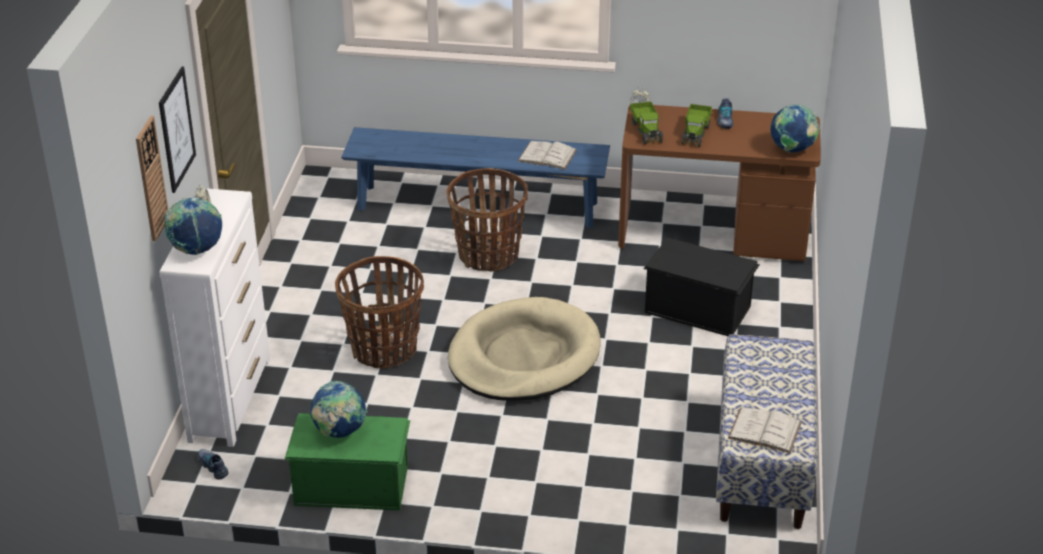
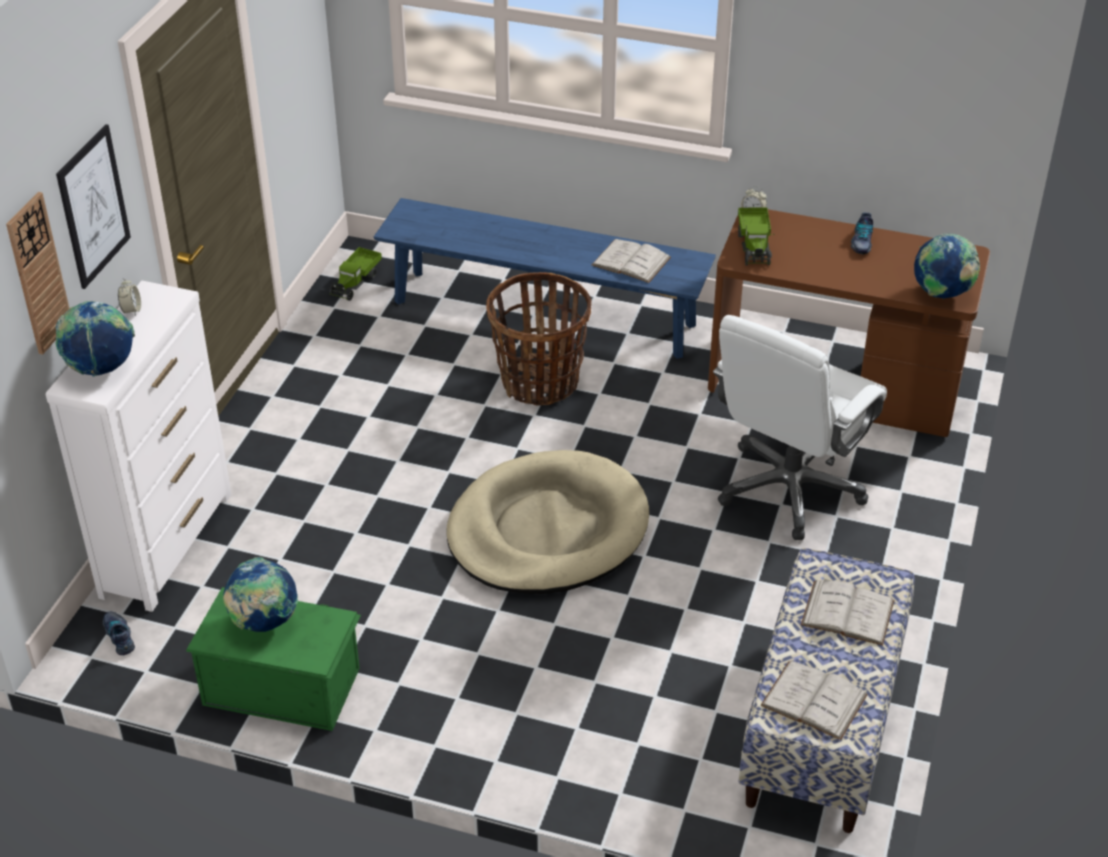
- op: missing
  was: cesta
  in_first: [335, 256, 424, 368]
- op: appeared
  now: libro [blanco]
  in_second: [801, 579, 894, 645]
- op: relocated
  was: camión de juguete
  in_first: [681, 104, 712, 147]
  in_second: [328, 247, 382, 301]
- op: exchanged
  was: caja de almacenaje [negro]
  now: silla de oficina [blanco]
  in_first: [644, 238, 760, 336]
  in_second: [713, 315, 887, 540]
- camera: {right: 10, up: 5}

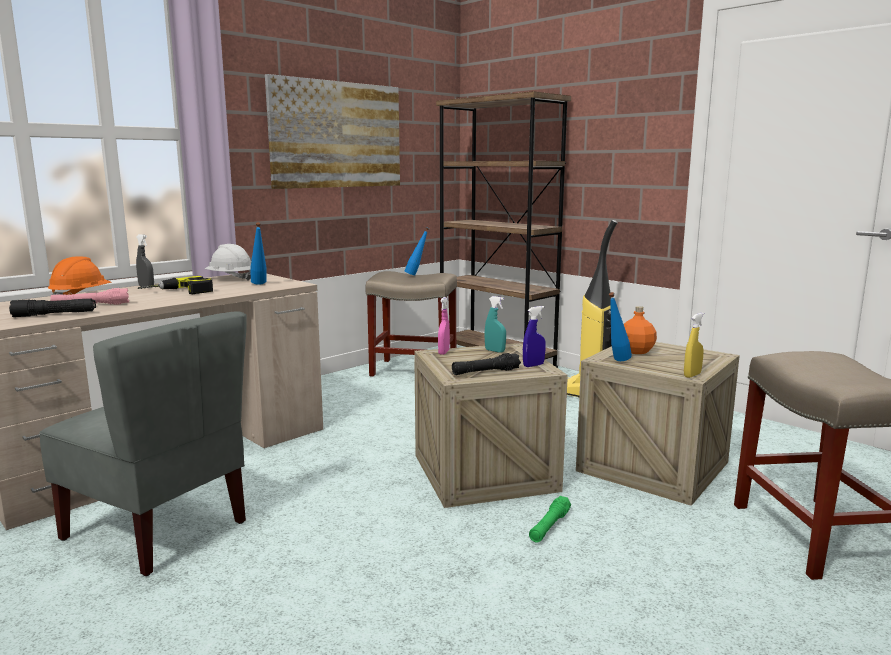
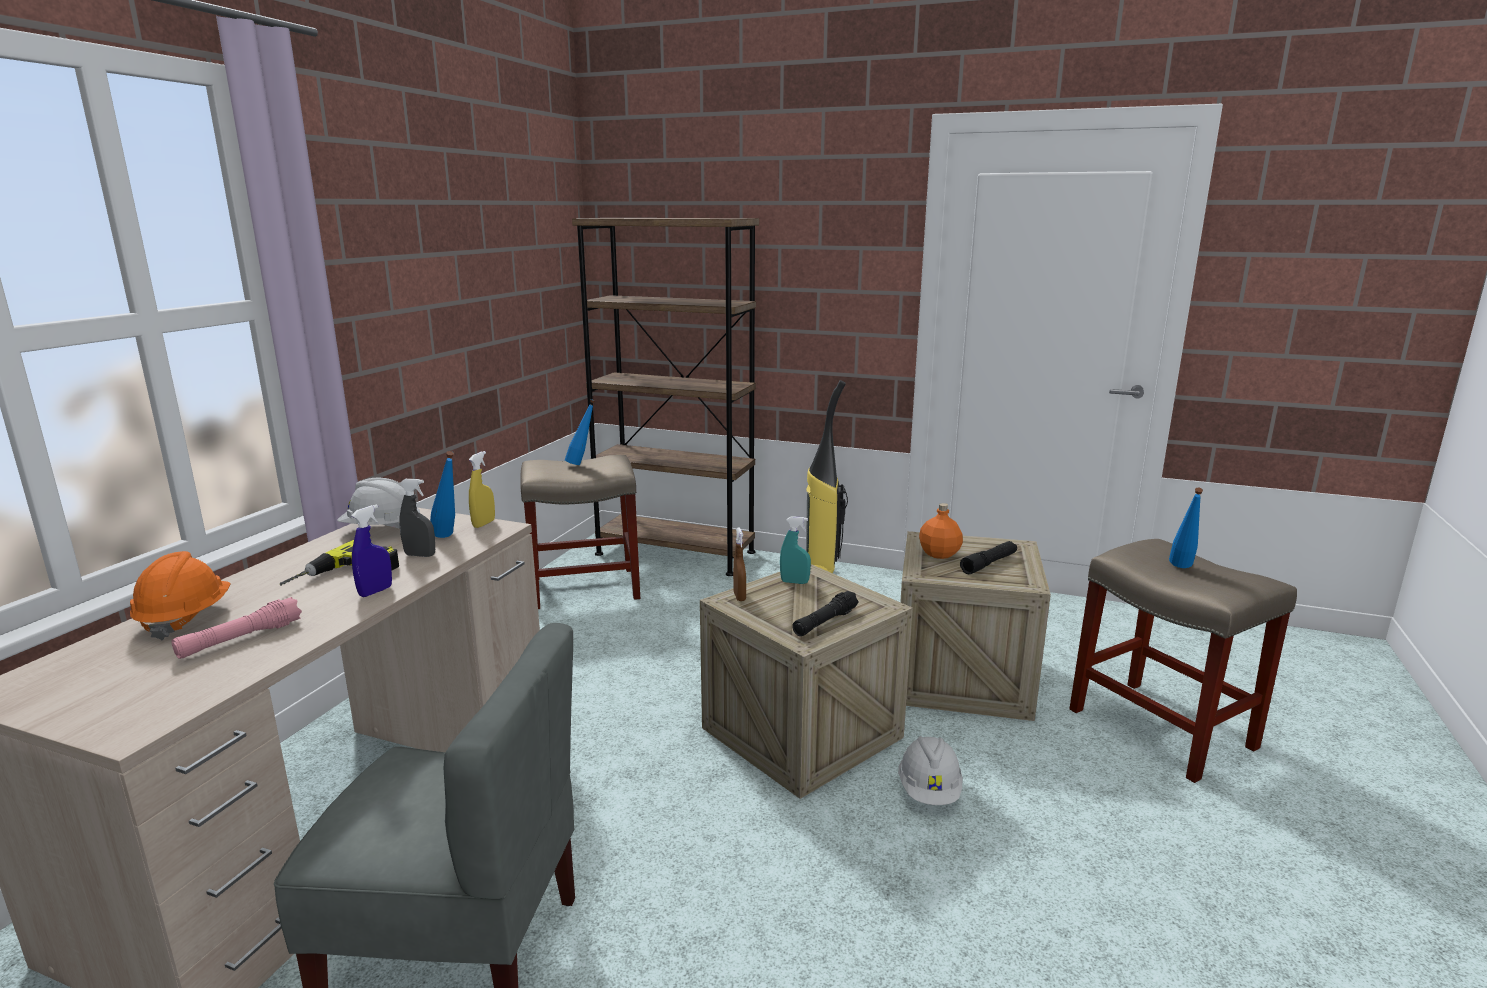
- op: missing
  was: cuadro
  in_first: [265, 74, 400, 189]
- op: relocated
  was: linterna [negro]
  in_first: [9, 299, 96, 317]
  in_second: [960, 541, 1017, 574]
- op: relocated
  was: pulverizador [gris]
  in_first: [136, 234, 154, 288]
  in_second: [399, 479, 435, 557]
- op: relocated
  was: pulverizador [azul]
  in_first: [523, 306, 546, 367]
  in_second: [351, 505, 392, 597]
- op: relocated
  was: botella [azul]
  in_first: [609, 292, 632, 361]
  in_second: [1169, 488, 1203, 568]
- op: relocated
  was: pulverizador [amarillo]
  in_first: [684, 313, 704, 378]
  in_second: [469, 451, 495, 528]
- op: exchanged
  was: linterna [verde]
  now: casco [blanco]
  in_first: [529, 496, 571, 543]
  in_second: [898, 736, 962, 805]
- op: colour
  was: pulverizador [rosa]
  now: pulverizador [marrón]
  in_first: [438, 297, 450, 355]
  in_second: [733, 527, 746, 601]
- camera: {right: -25, up: 5}

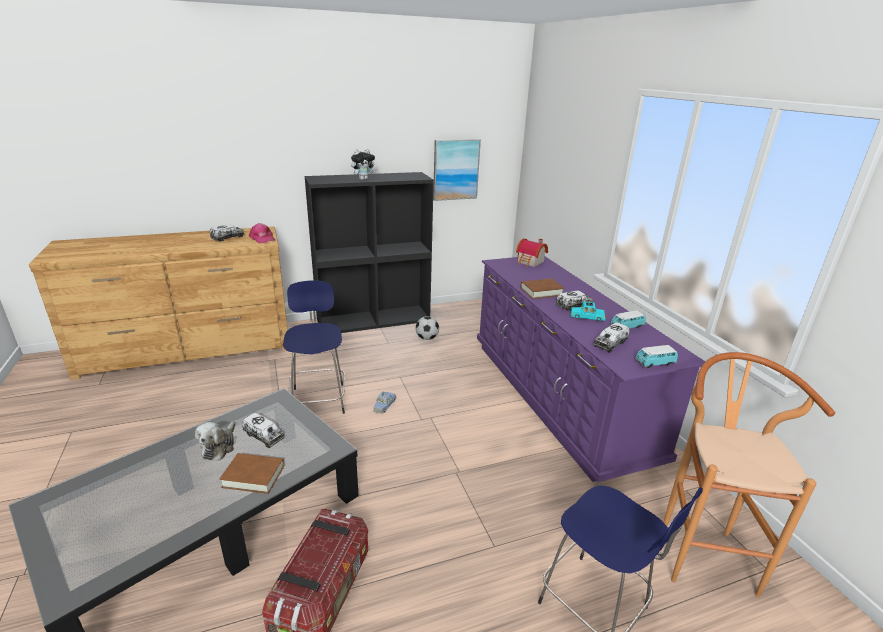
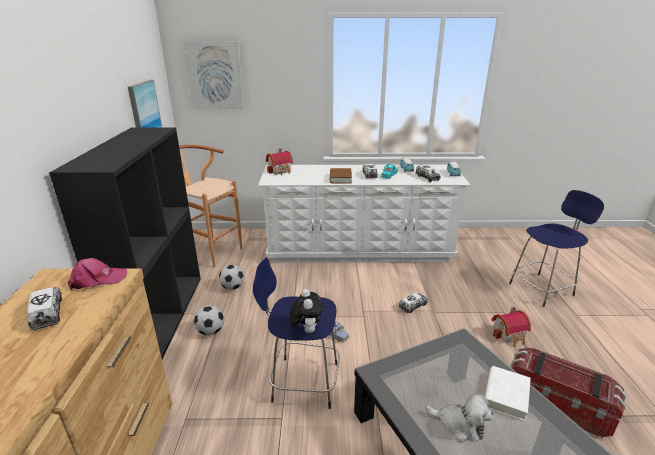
- op: appeared
  now: cuadro
  in_second: [183, 41, 244, 108]
- op: appeared
  now: balón de fútbol
  in_second: [194, 305, 224, 335]
- op: appeared
  now: casita
  in_second: [492, 307, 531, 347]
- op: relocated
  was: camión de juguete
  in_first: [242, 412, 284, 448]
  in_second: [399, 293, 428, 313]
- op: relocated
  was: peluche
  in_first: [351, 149, 377, 180]
  in_second: [290, 289, 323, 333]
- op: relocated
  was: taburete [marrón]
  in_first: [663, 352, 835, 597]
  in_second: [179, 145, 242, 267]
- op: colour
  was: libro [marrón]
  now: libro [blanco]
  in_first: [219, 453, 284, 494]
  in_second: [485, 366, 531, 421]
- op: colour
  was: cómoda [morado]
  now: cómoda [blanco]
  in_first: [477, 257, 706, 482]
  in_second: [258, 164, 471, 263]
- camera: {right: -70, up: 0}

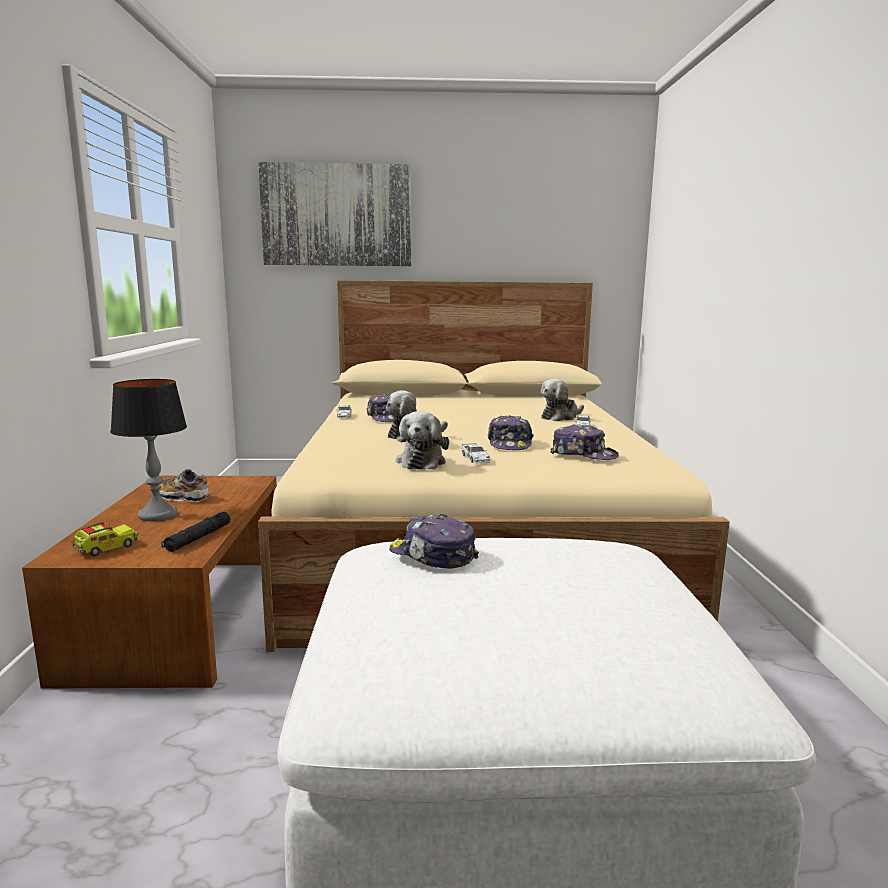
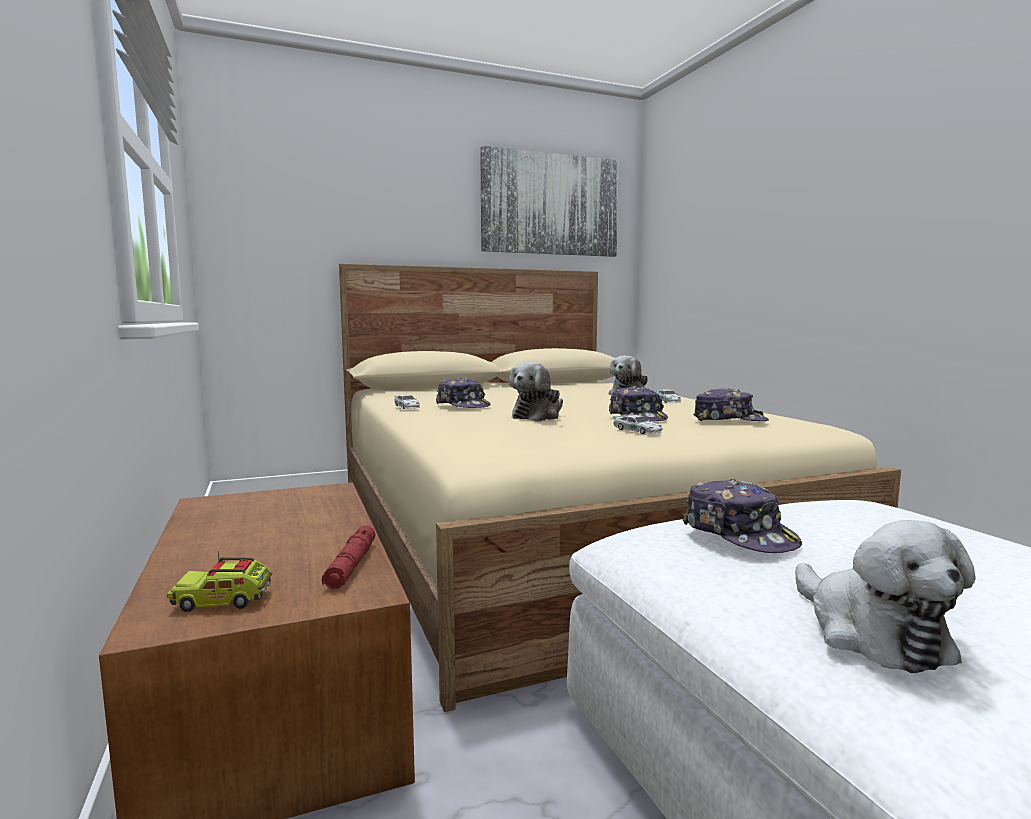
- op: missing
  was: lámpara de mesa
  in_first: [110, 379, 187, 521]
- op: missing
  was: zapato
  in_first: [159, 469, 210, 502]
- op: relocated
  was: cuadro
  in_first: [258, 162, 411, 266]
  in_second: [480, 146, 619, 257]
- op: relocated
  was: peluche
  in_first: [396, 411, 449, 470]
  in_second: [795, 520, 976, 673]
- op: colour
  was: linterna [negro]
  now: linterna [rojo]
  in_first: [161, 512, 230, 552]
  in_second: [321, 525, 376, 589]
- op: spun
  was: camión de juguete
  in_first: [71, 522, 139, 557]
  in_second: [167, 551, 272, 612]
  clockwise: -120
- op: spun
  was: gorra
  in_first: [389, 514, 479, 569]
  in_second: [682, 479, 802, 553]
  clockwise: -135
- camera: {right: -20, up: -5}

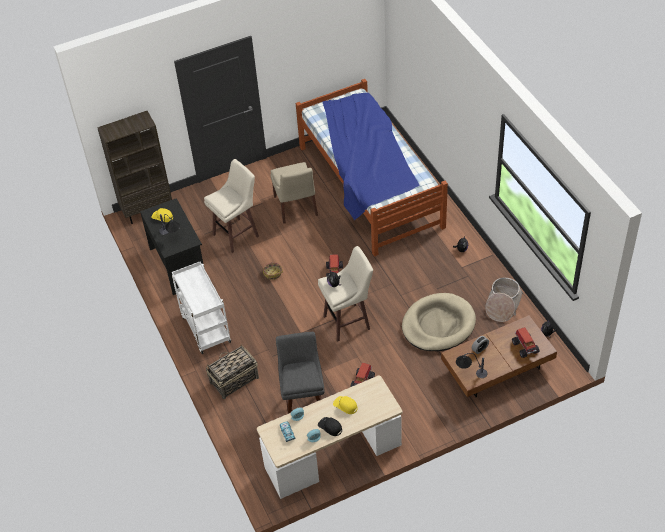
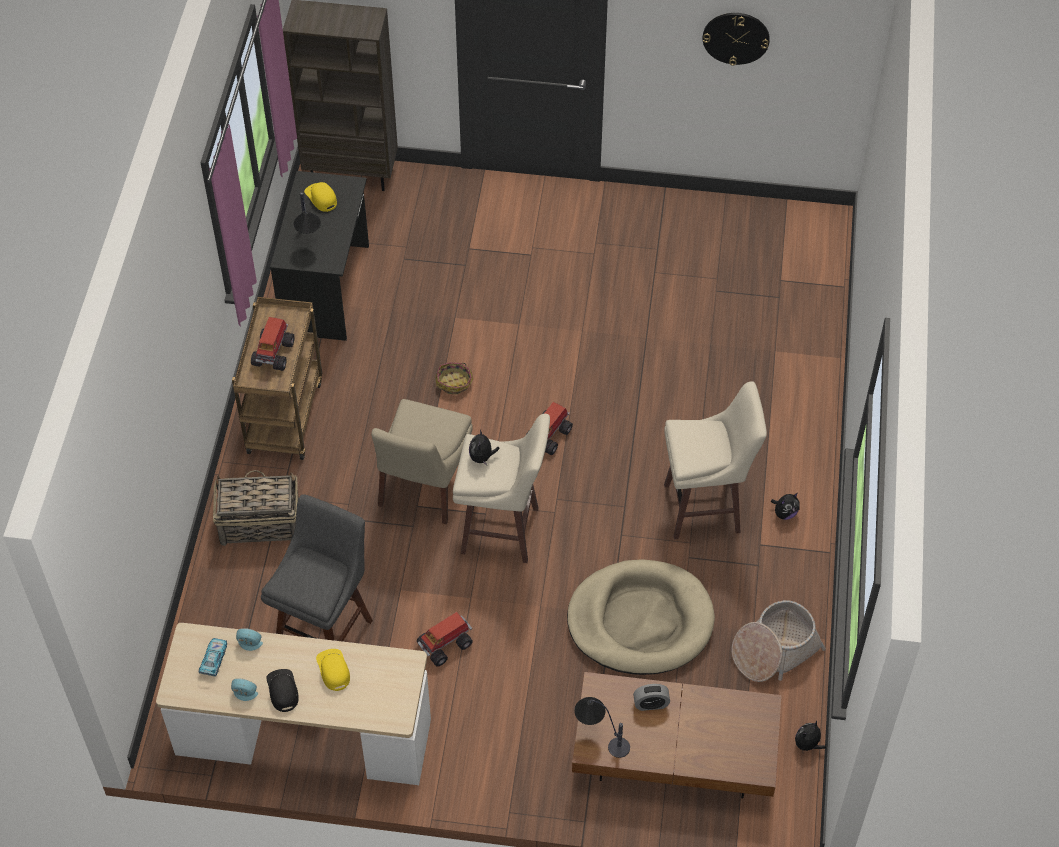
- op: missing
  was: cama
  in_first: [296, 79, 448, 257]
- op: appeared
  now: reloj de pared
  in_second: [703, 13, 770, 66]
- op: relocated
  was: taburete [beis]
  in_first: [204, 159, 259, 253]
  in_second: [664, 381, 767, 539]
- op: relocated
  was: silla [beis]
  in_first: [271, 162, 318, 224]
  in_second: [371, 399, 473, 524]
- op: relocated
  was: camión de juguete
  in_first: [512, 327, 539, 358]
  in_second: [251, 317, 295, 371]
- op: colour
  was: carrito [blanco]
  now: carrito [marrón]
  in_first: [172, 262, 231, 354]
  in_second: [232, 297, 322, 460]
- camera: {right: 30, up: 5}

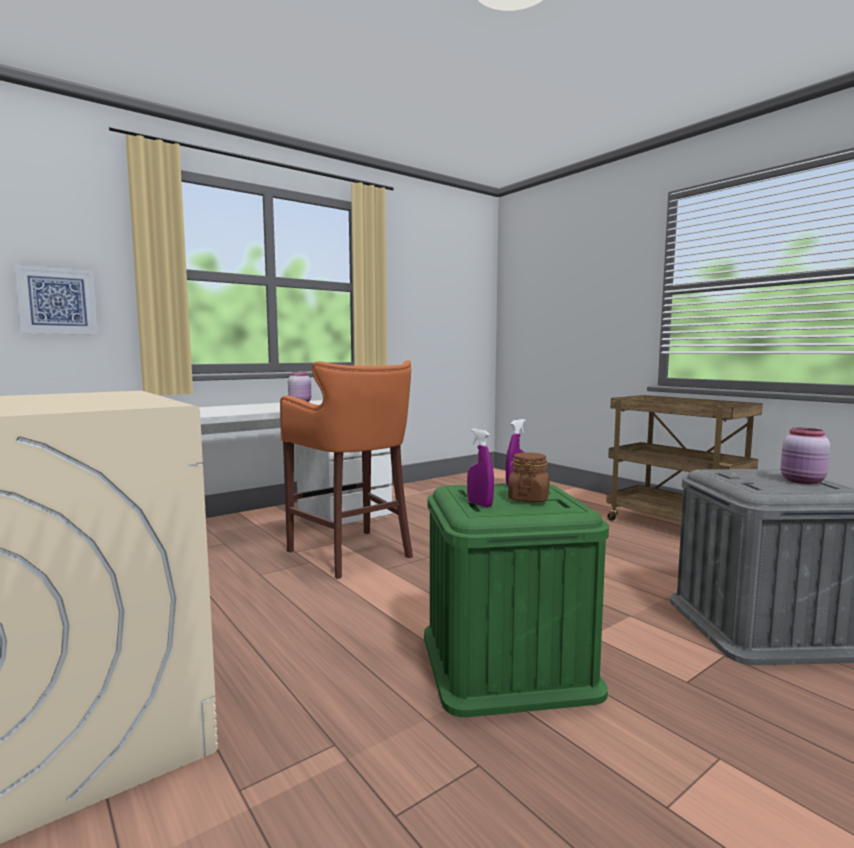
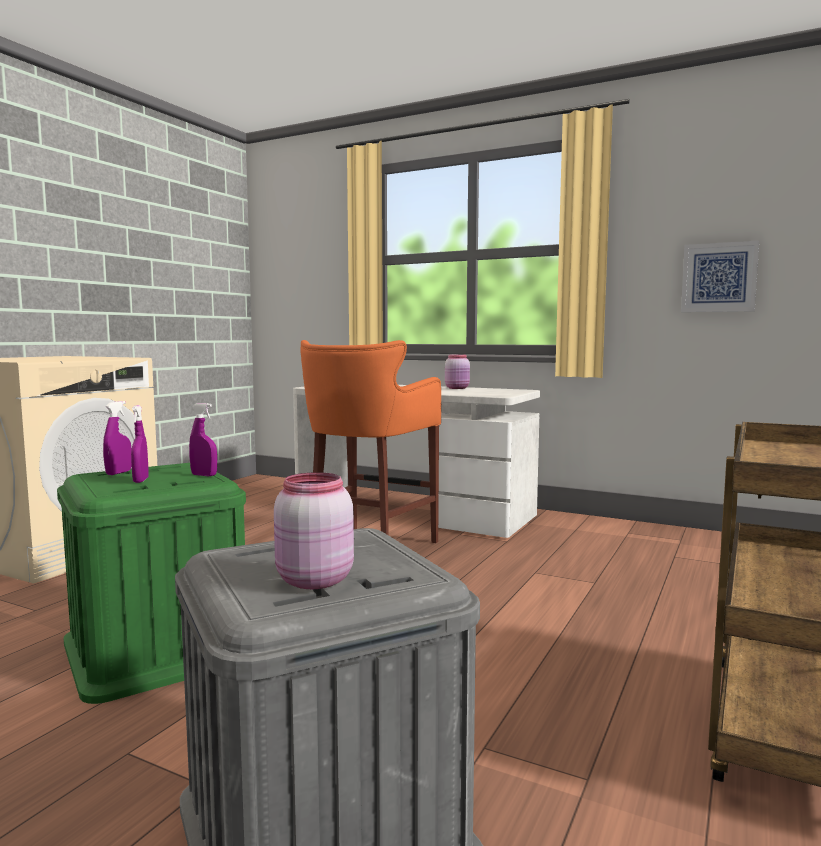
- op: relocated
  was: cuadro
  in_first: [14, 265, 98, 335]
  in_second: [681, 241, 759, 312]
- op: exchanged
  was: tarro [marrón]
  now: pulverizador [morado]
  in_first: [508, 452, 549, 502]
  in_second: [131, 405, 149, 483]
- camera: {right: 65, up: 0}

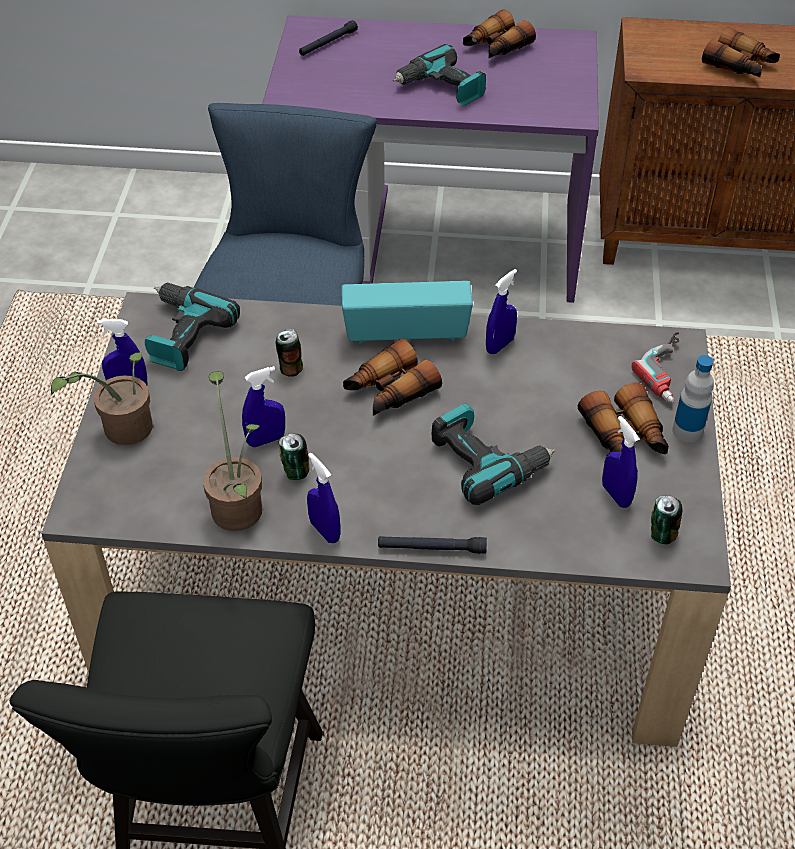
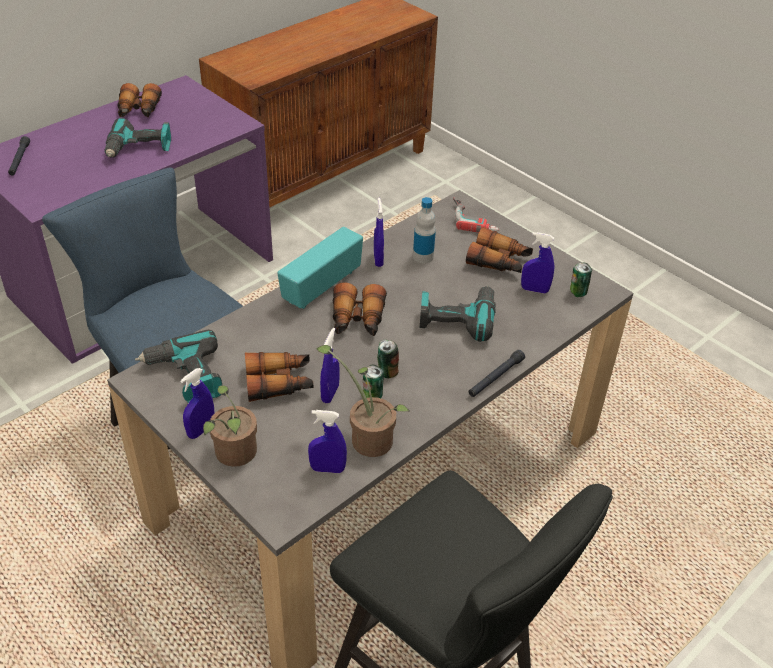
- op: relocated
  was: lata
  in_first: [275, 329, 303, 377]
  in_second: [377, 340, 399, 378]
- op: relocated
  was: pulverizador [azul]
  in_first: [307, 453, 341, 543]
  in_second: [308, 410, 347, 473]
- op: relocated
  was: botella
  in_first: [672, 355, 714, 442]
  in_second: [413, 197, 436, 264]
- op: relocated
  was: prismáticos
  in_first: [702, 26, 780, 77]
  in_second: [245, 352, 313, 402]
- camera: {right: -50, up: -5}

